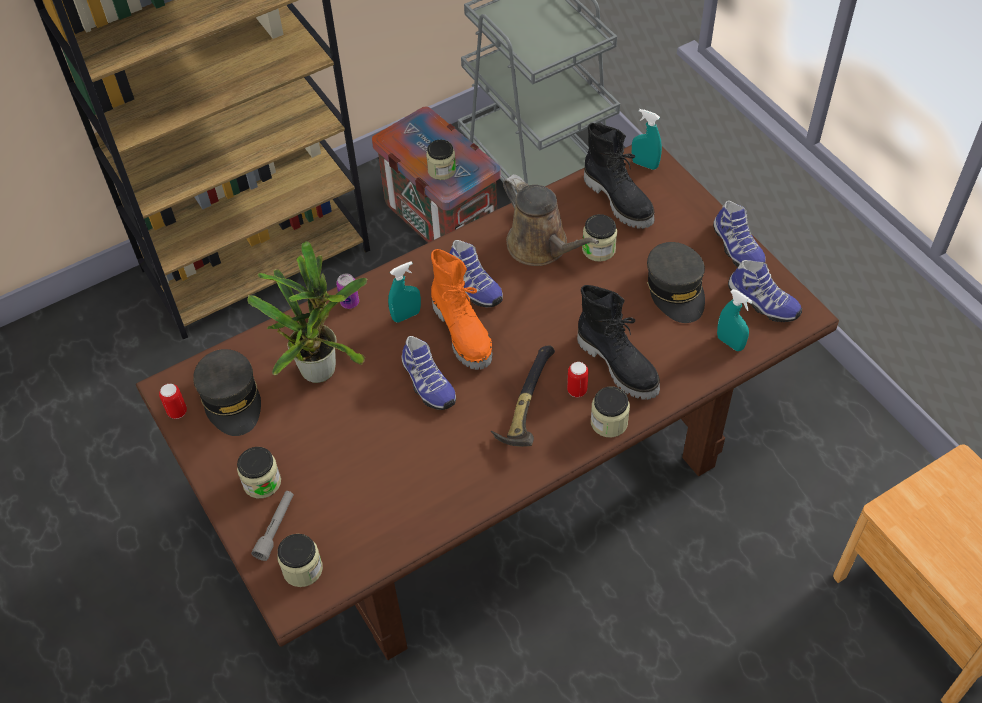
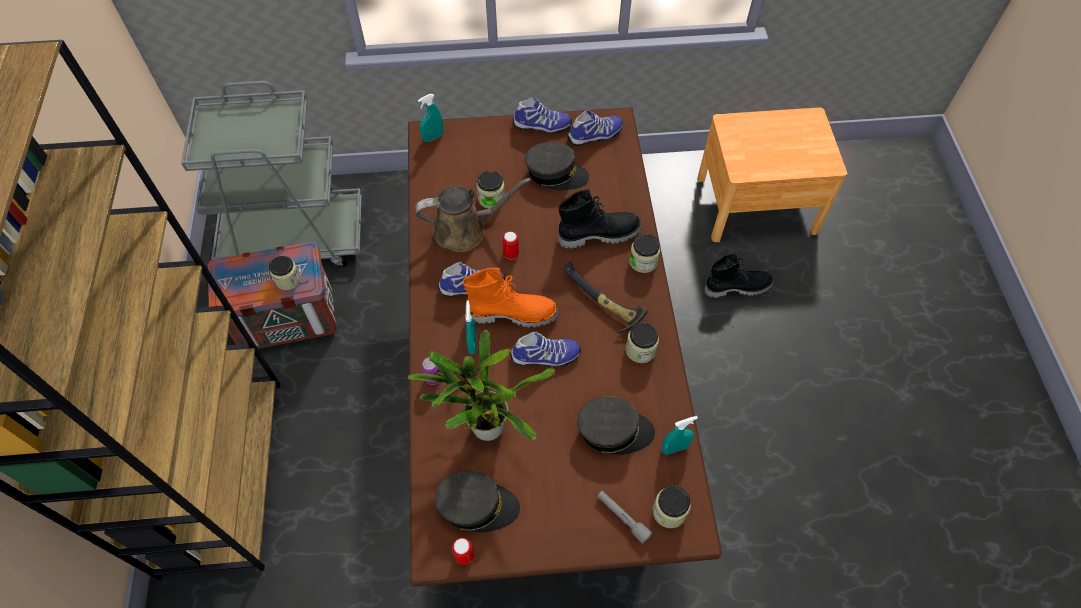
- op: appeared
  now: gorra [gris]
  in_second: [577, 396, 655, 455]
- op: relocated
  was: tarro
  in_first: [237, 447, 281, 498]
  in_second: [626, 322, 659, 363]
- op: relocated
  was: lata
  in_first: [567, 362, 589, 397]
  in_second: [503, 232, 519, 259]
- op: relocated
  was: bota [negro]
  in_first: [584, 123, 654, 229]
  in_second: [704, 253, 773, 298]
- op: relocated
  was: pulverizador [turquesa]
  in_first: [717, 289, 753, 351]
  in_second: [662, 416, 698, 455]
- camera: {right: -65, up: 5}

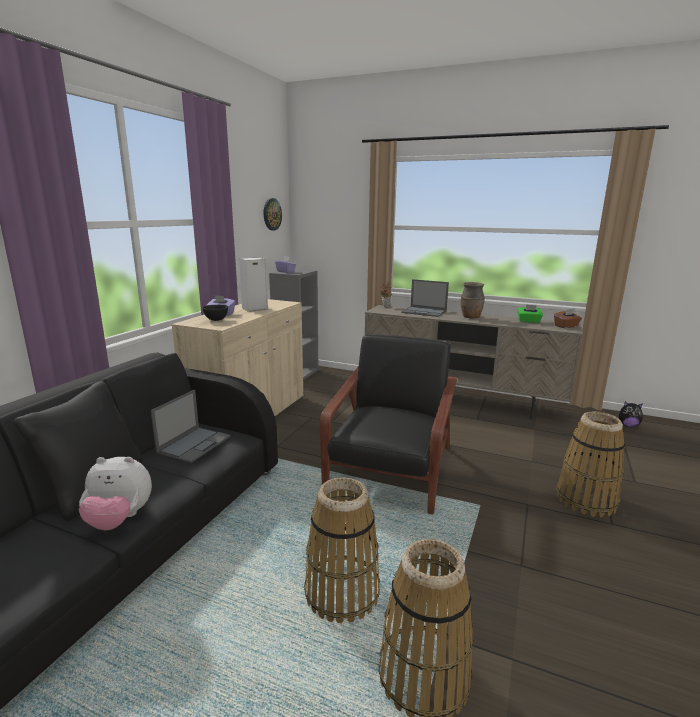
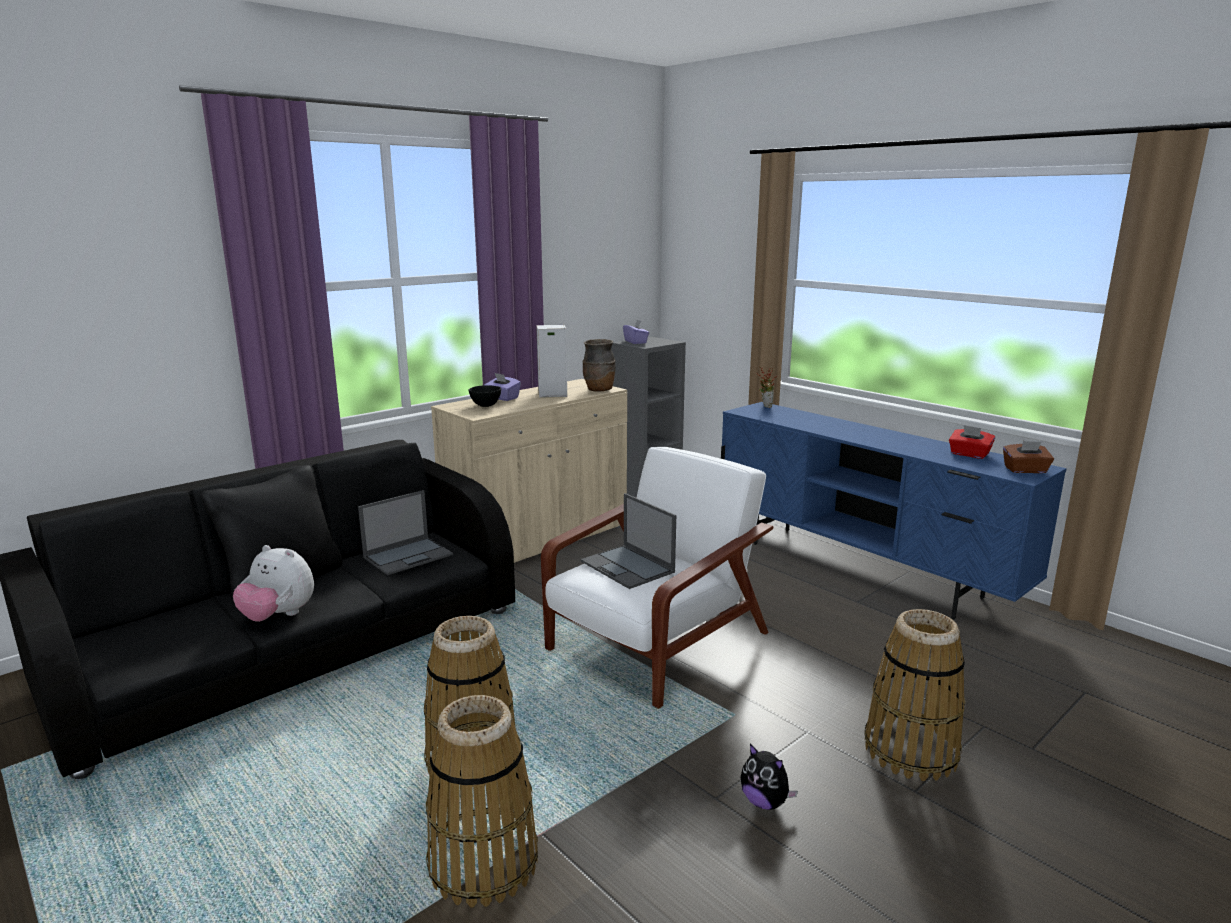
- op: missing
  was: reloj de pared
  in_first: [264, 198, 282, 231]
- op: relocated
  was: portátil
  in_first: [401, 279, 449, 317]
  in_second: [581, 493, 676, 589]
- op: relocated
  was: florero [marrón]
  in_first: [460, 282, 485, 318]
  in_second: [583, 339, 616, 392]
- op: relocated
  was: peluche
  in_first: [619, 401, 643, 427]
  in_second: [741, 744, 798, 810]
- op: colour
  was: sillón [negro]
  now: sillón [blanco]
  in_first: [320, 335, 457, 514]
  in_second: [541, 447, 773, 709]
- op: colour
  was: mueble de televisión [beis]
  now: mueble de televisión [azul]
  in_first: [365, 305, 583, 419]
  in_second: [721, 402, 1067, 620]
- op: colour
  was: caja de pañuelos [verde]
  now: caja de pañuelos [rojo]
  in_first: [518, 304, 543, 323]
  in_second: [949, 425, 995, 459]
- camera: {right: 25, up: 0}

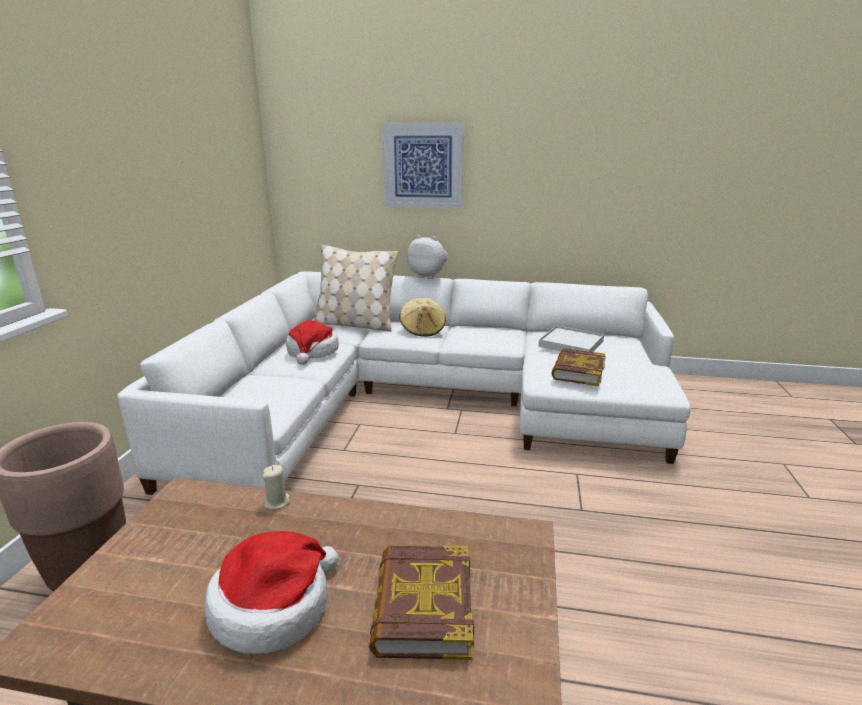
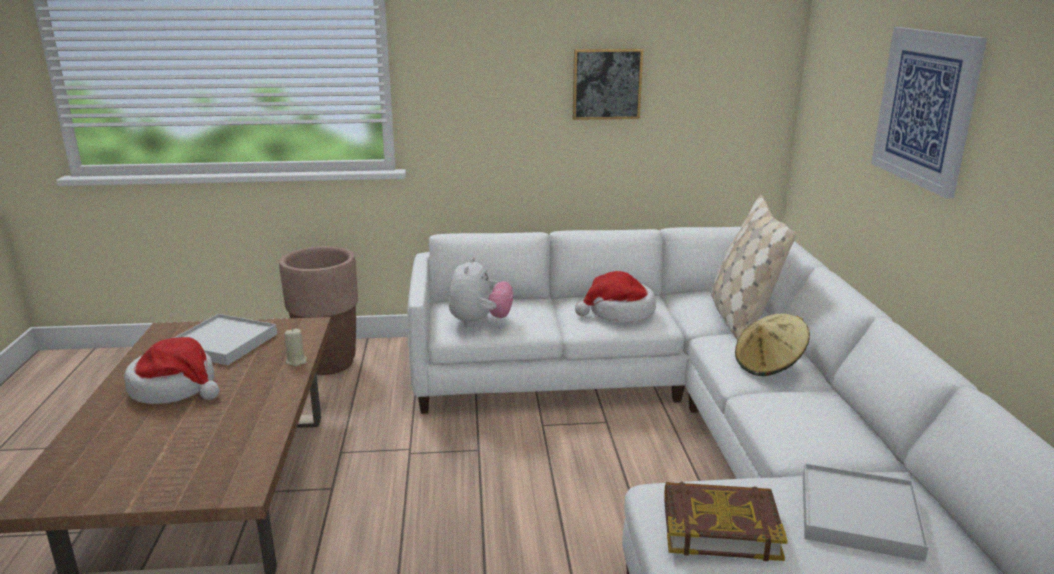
- op: missing
  was: libro
  in_first: [369, 546, 474, 660]
- op: appeared
  now: bandeja [blanco]
  in_second: [174, 314, 277, 365]
- op: appeared
  now: cuadro
  in_second: [573, 49, 643, 120]
- op: relocated
  was: peluche
  in_first: [407, 235, 448, 279]
  in_second: [448, 257, 513, 327]
- camera: {right: 75, up: 0}

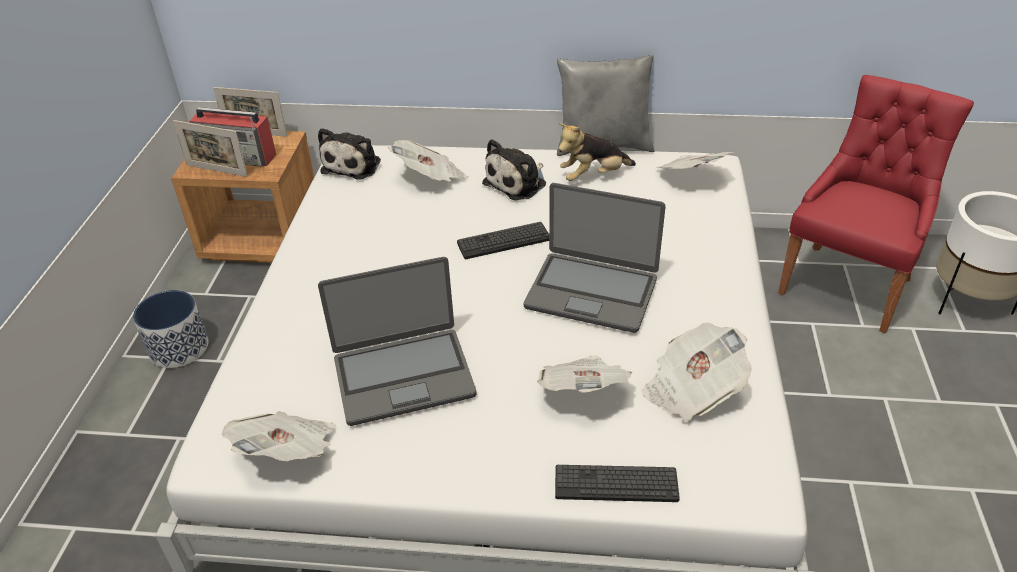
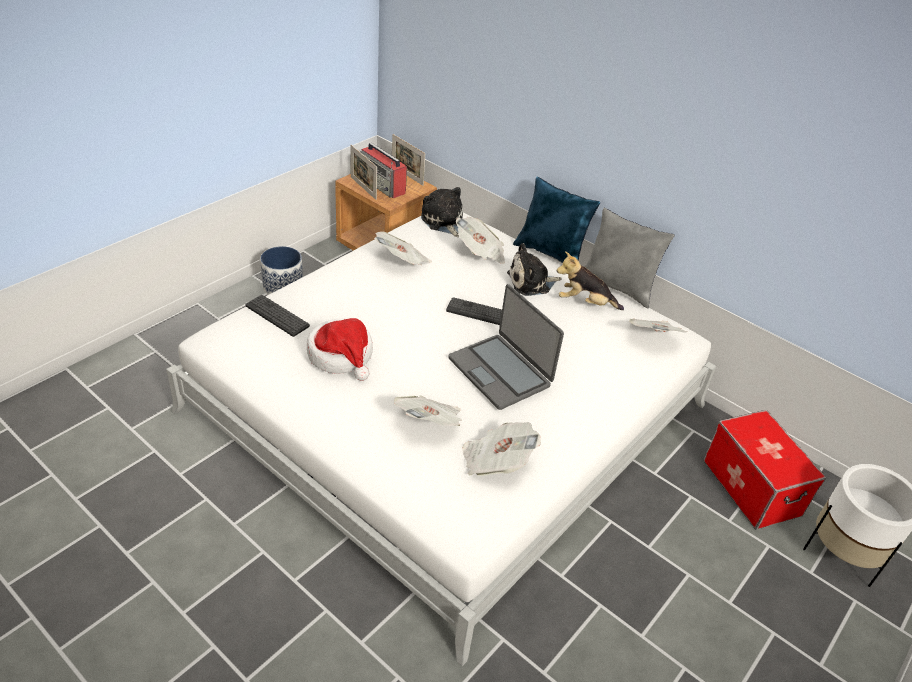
- op: appeared
  now: cojín [azul]
  in_second: [513, 177, 600, 263]
- op: relocated
  was: periódico
  in_first: [222, 411, 336, 461]
  in_second: [374, 231, 432, 265]
- op: relocated
  was: teclado
  in_first: [555, 465, 680, 502]
  in_second: [245, 295, 310, 337]
- op: exchanged
  was: portátil
  now: sombrero
  in_first: [318, 257, 477, 426]
  in_second: [307, 318, 373, 381]
- op: exchanged
  was: silla [rojo]
  now: caja de almacenaje
  in_first: [778, 75, 974, 333]
  in_second: [704, 410, 826, 530]
- op: spun
  was: peluche
  in_first: [318, 128, 381, 180]
  in_second: [421, 187, 463, 237]
  clockwise: 105
- camera: {right: 30, up: 0}

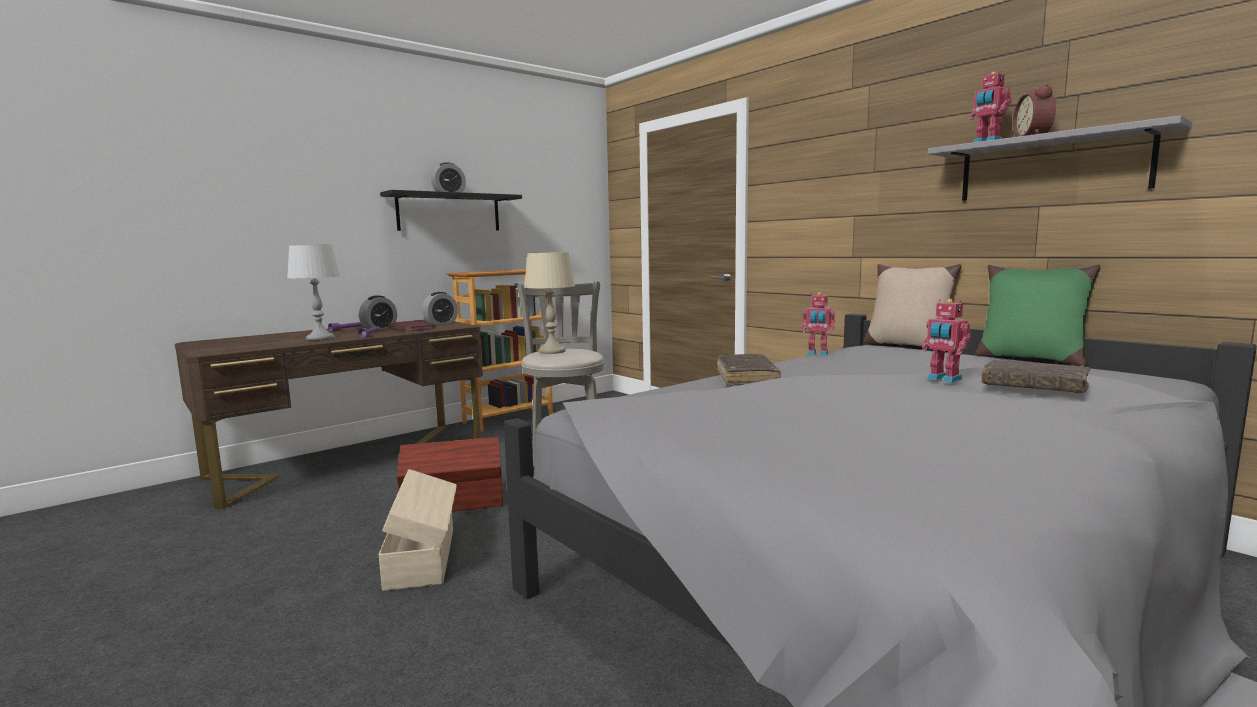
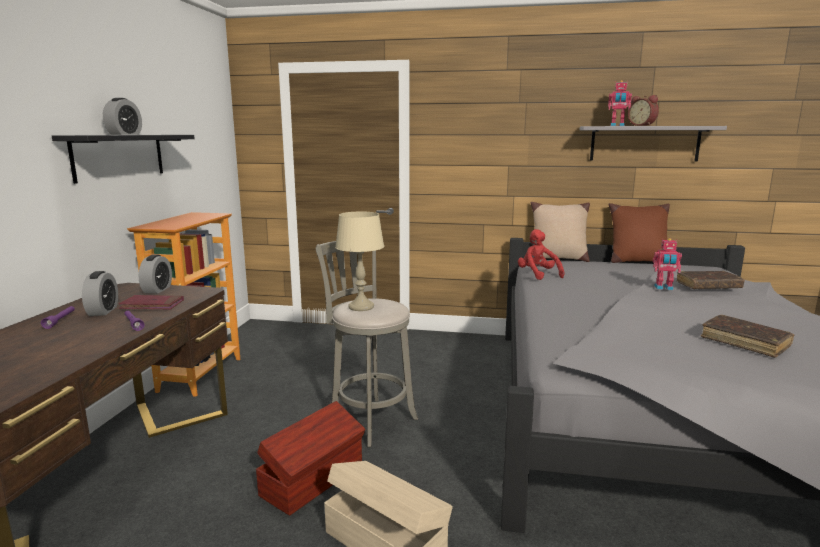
- op: missing
  was: lámpara de mesa [gris]
  in_first: [287, 244, 340, 340]
- op: relocated
  was: libro [marrón]
  in_first: [717, 354, 781, 386]
  in_second: [701, 315, 794, 358]
- op: exchanged
  was: robot de juguete
  now: peluche [rojo]
  in_first: [802, 292, 835, 356]
  in_second: [518, 229, 565, 280]
- op: colour
  was: cojín [verde]
  now: cojín [marrón]
  in_first: [976, 264, 1101, 367]
  in_second: [608, 203, 670, 263]
- camera: {right: -40, up: 5}

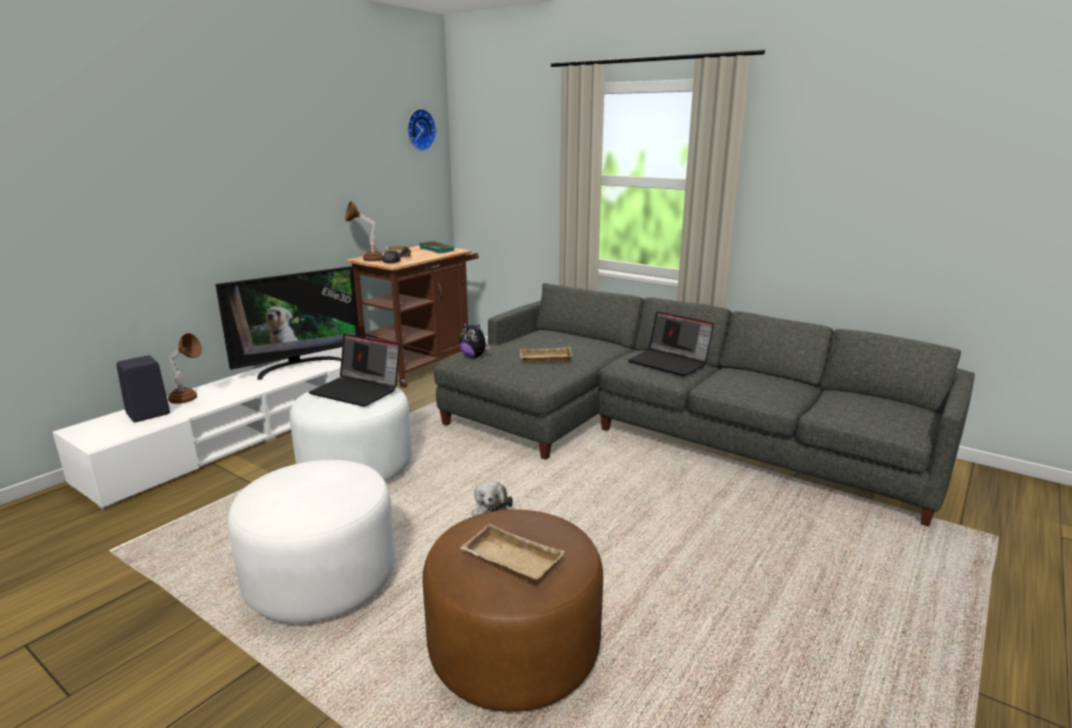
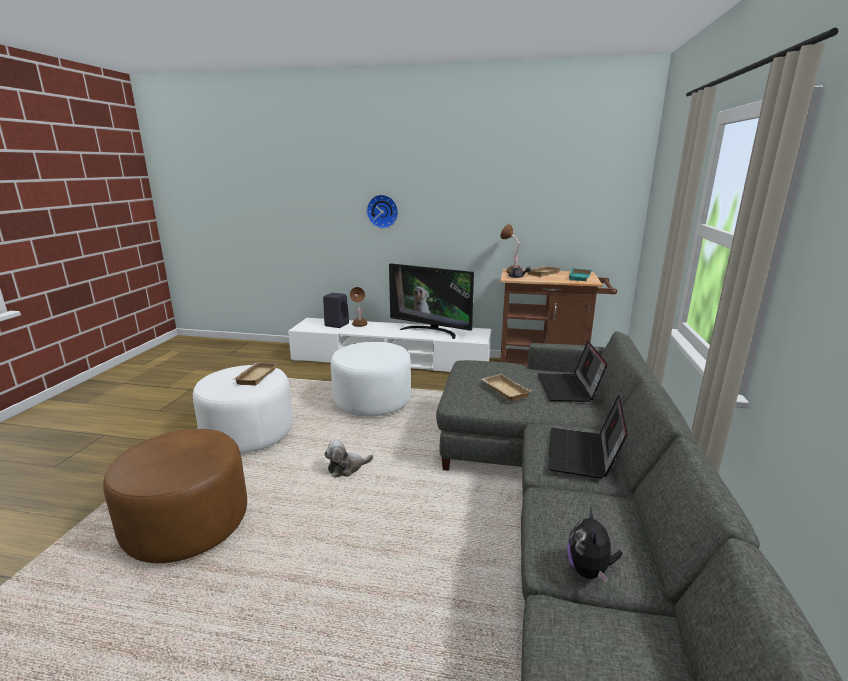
- op: relocated
  was: portátil
  in_first: [309, 334, 400, 407]
  in_second: [538, 341, 608, 402]
- op: relocated
  was: reloj de pared
  in_first: [407, 109, 436, 151]
  in_second: [366, 195, 398, 229]
- op: relocated
  was: peluche
  in_first: [459, 322, 491, 358]
  in_second: [567, 507, 622, 583]
- op: relocated
  was: bandeja [beis]
  in_first: [460, 524, 565, 585]
  in_second: [234, 362, 277, 385]
- camera: {right: 65, up: 0}

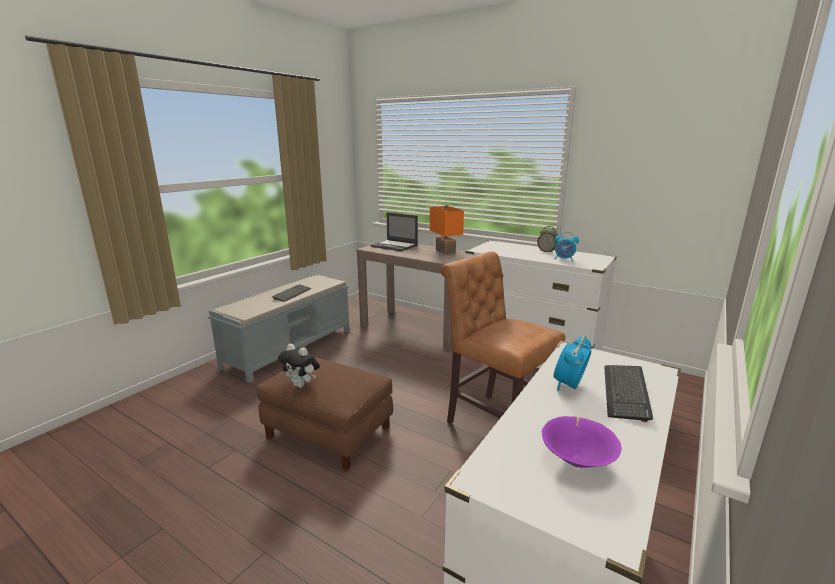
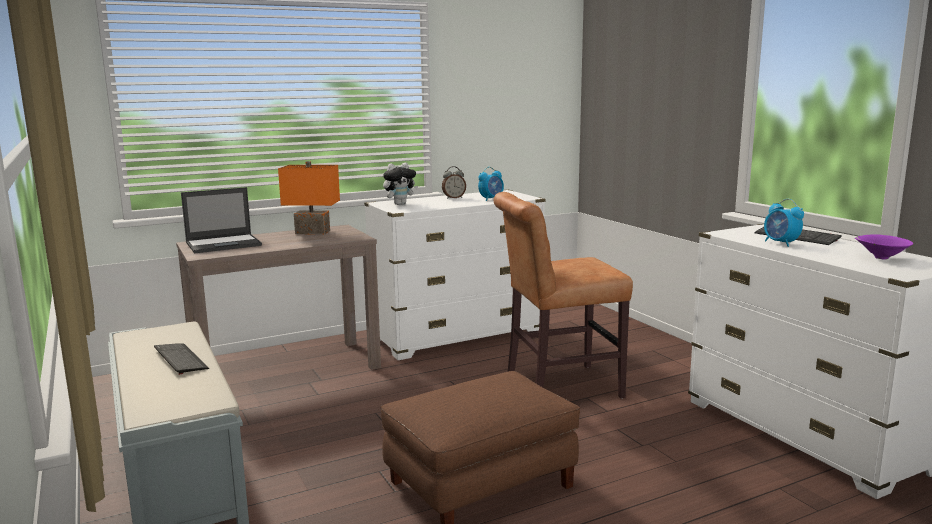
- op: relocated
  was: peluche
  in_first: [278, 344, 320, 388]
  in_second: [383, 163, 418, 205]
- camera: {right: -60, up: -5}

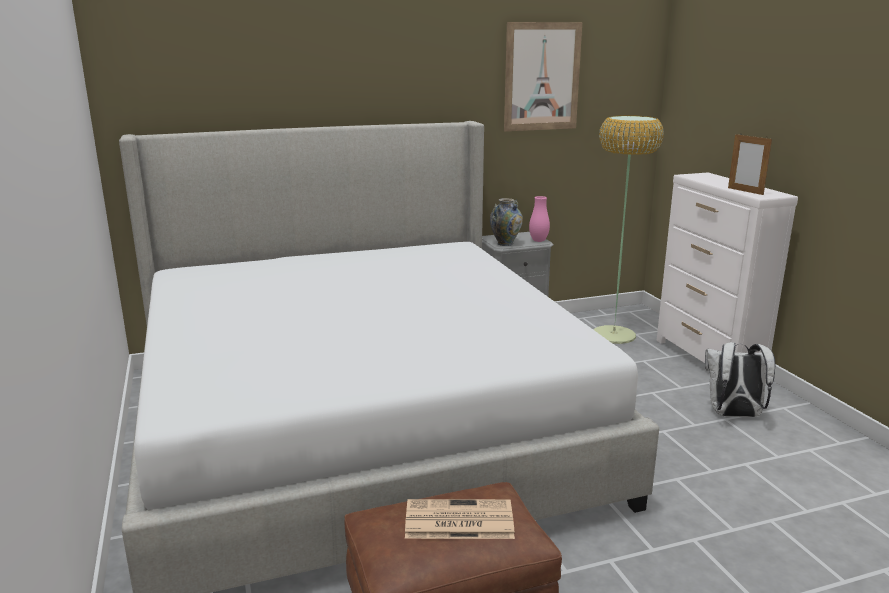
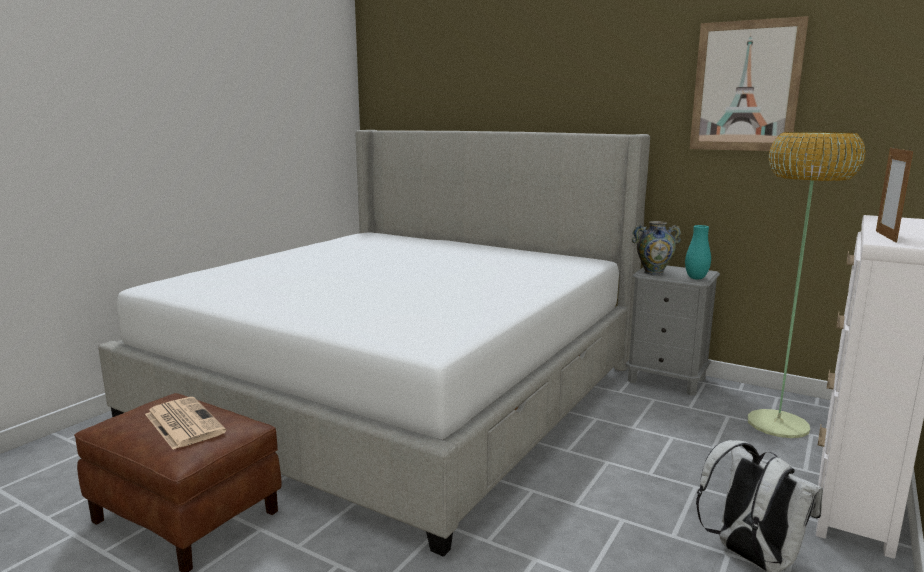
- op: colour
  was: florero [rosa]
  now: florero [turquesa]
  in_first: [529, 196, 550, 242]
  in_second: [685, 225, 711, 279]
- camera: {right: 50, up: -5}

